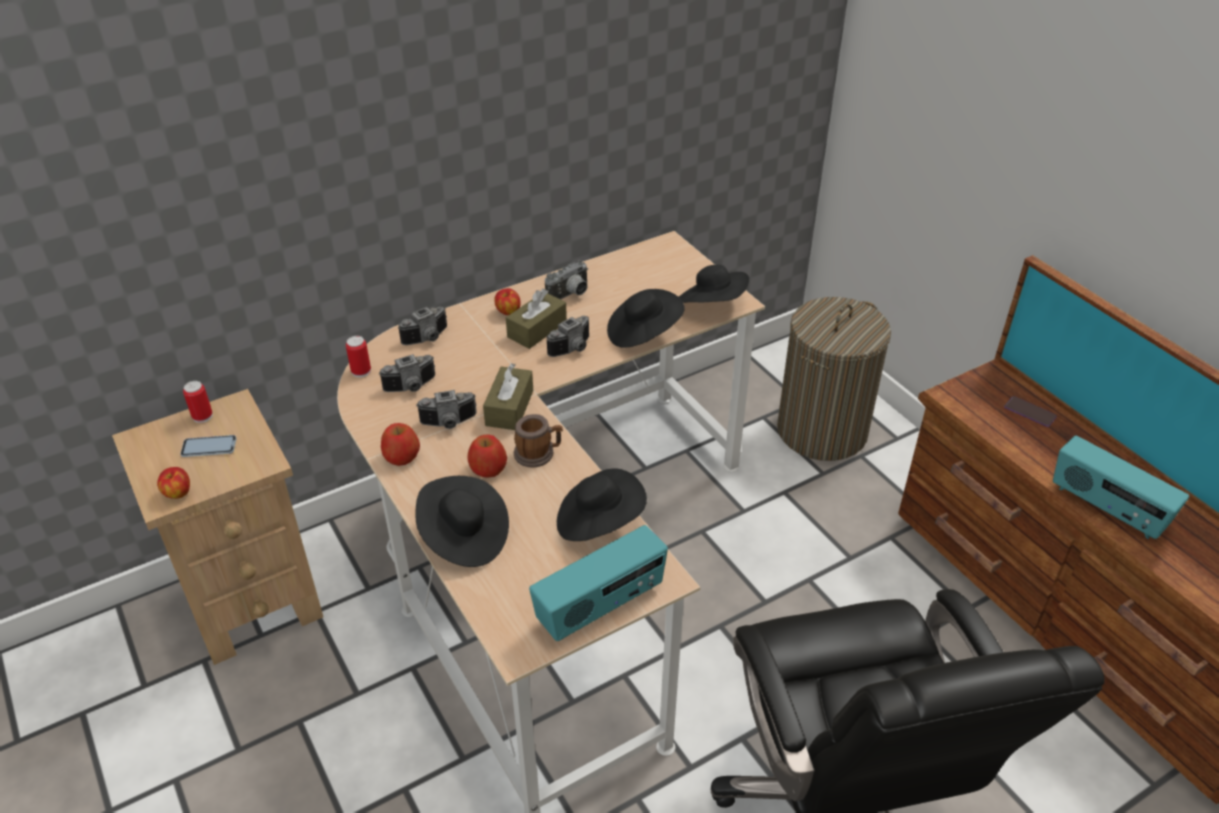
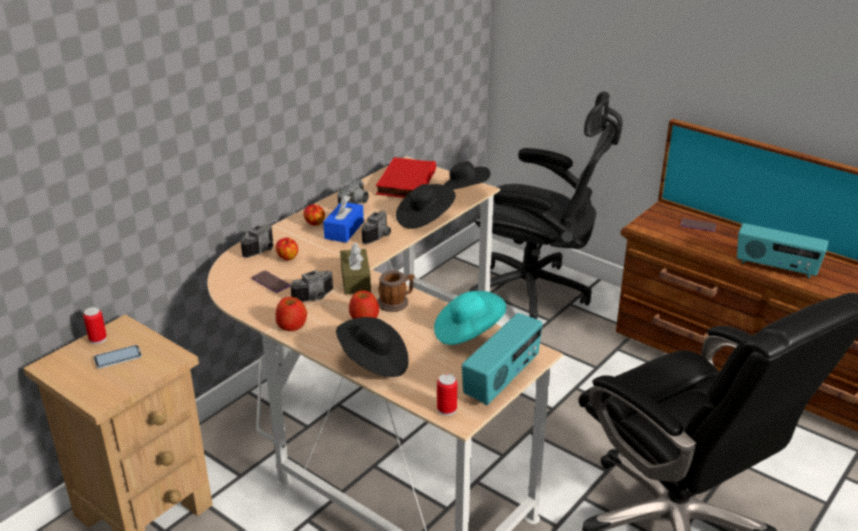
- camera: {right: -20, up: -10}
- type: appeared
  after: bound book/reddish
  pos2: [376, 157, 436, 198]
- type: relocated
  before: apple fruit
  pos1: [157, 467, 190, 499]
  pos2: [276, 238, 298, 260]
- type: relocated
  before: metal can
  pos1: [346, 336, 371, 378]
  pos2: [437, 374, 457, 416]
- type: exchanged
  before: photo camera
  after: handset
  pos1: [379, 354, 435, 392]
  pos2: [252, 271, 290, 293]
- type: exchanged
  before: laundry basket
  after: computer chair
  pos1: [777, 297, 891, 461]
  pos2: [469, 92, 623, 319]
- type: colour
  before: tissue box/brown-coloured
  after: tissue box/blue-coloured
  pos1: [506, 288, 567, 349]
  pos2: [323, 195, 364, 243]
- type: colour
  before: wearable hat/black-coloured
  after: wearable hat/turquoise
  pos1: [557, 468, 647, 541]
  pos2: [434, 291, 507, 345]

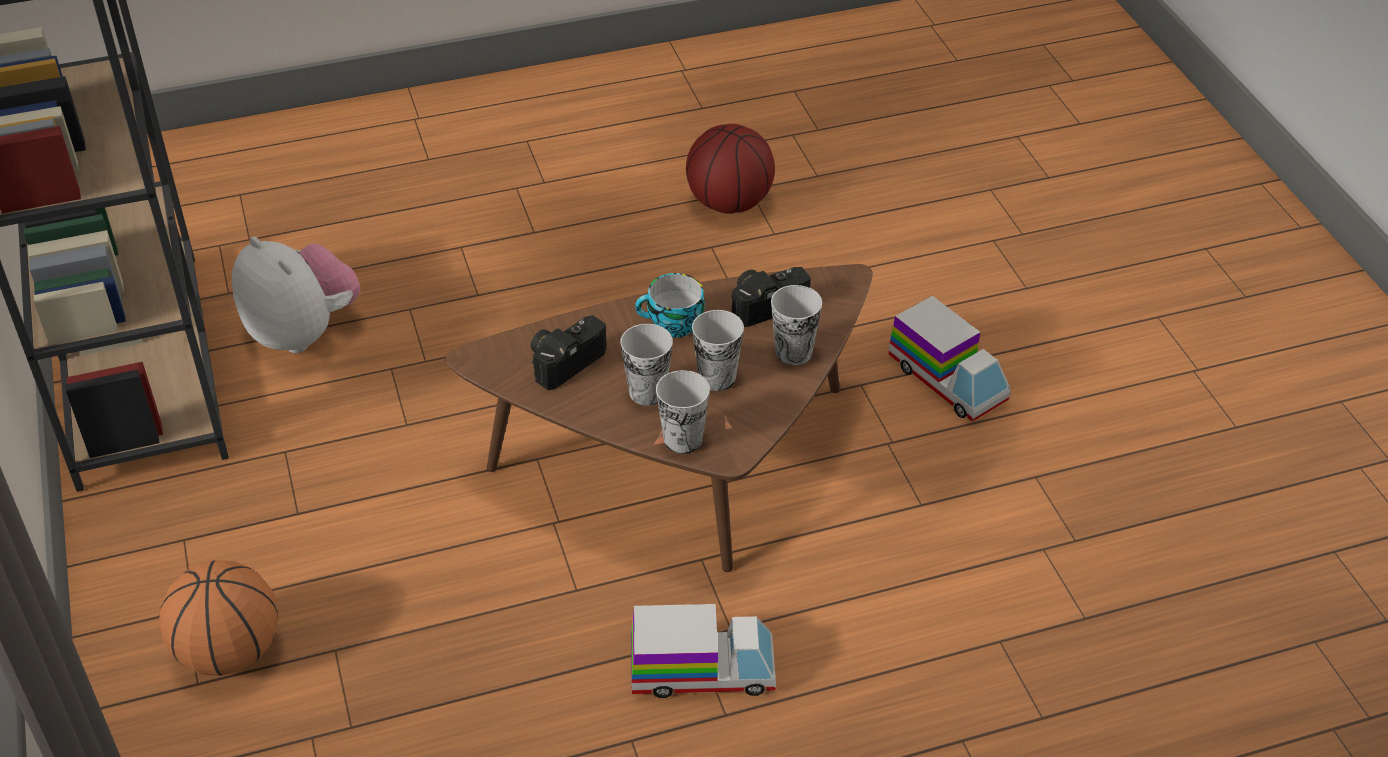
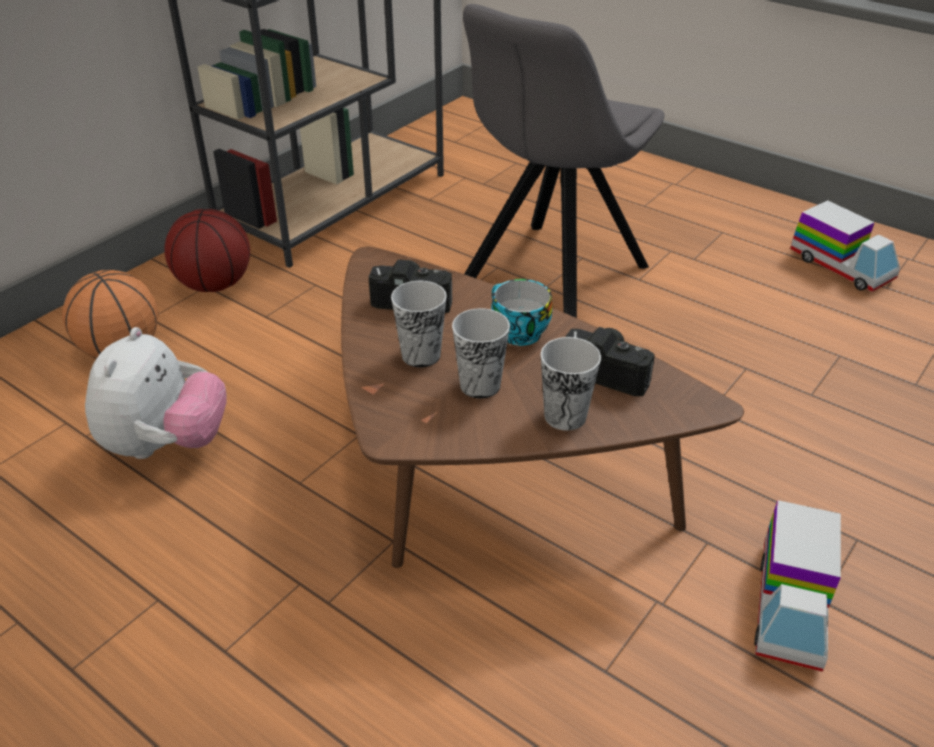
- camera: {right: 55, up: -5}
- type: missing
  before: cup
  pos1: [656, 370, 710, 454]
- type: appeared
  after: upright chair/gray
  pos2: [463, 4, 664, 318]
- type: relocated
  before: cuddly toy
  pos1: [232, 237, 361, 353]
  pos2: [85, 327, 227, 459]
- type: relocated
  before: toy truck
  pos1: [631, 604, 776, 698]
  pos2: [790, 200, 900, 292]
- type: relocated
  before: ball for basketball
  pos1: [686, 124, 775, 214]
  pos2: [165, 209, 250, 292]

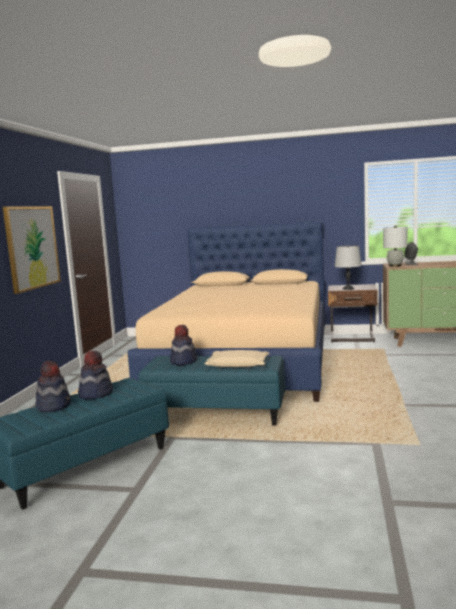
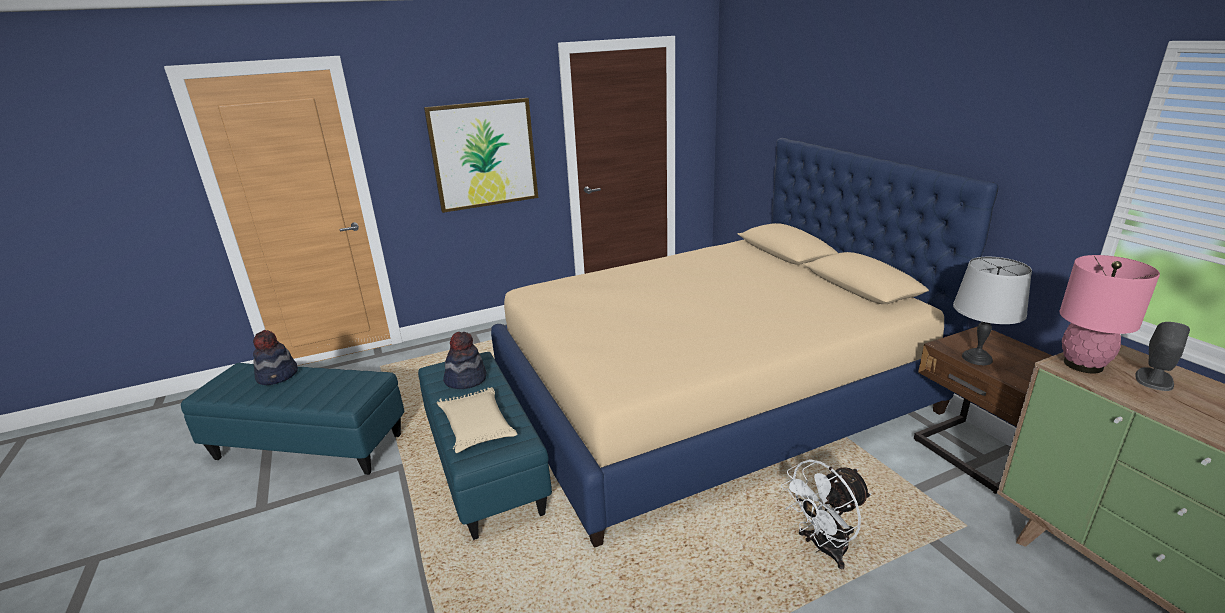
- camera: {right: 55, up: 15}
- type: missing
  before: wearable hat
  pos1: [78, 351, 113, 399]
- type: appeared
  after: cooling fan/white
  pos2: [781, 459, 871, 570]
- type: colour
  before: table lamp/white
  after: table lamp/pinkish
  pos1: [383, 225, 407, 267]
  pos2: [1059, 255, 1160, 373]

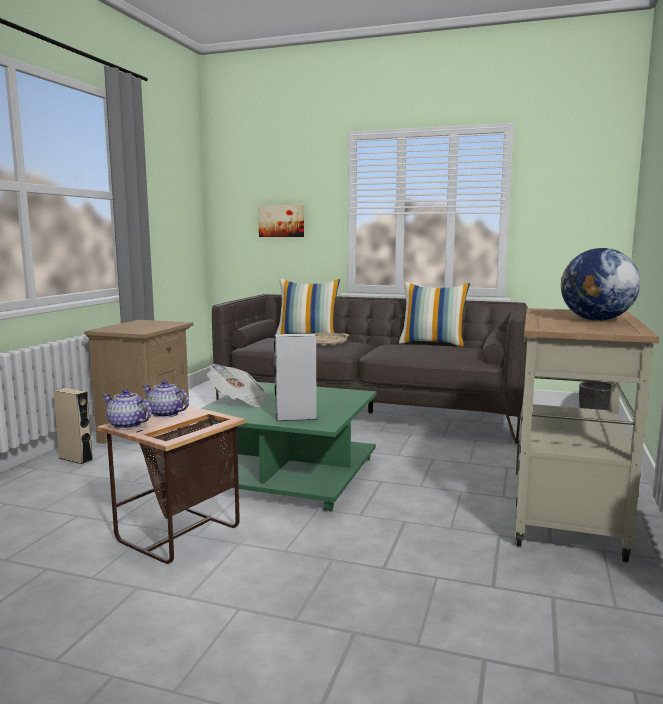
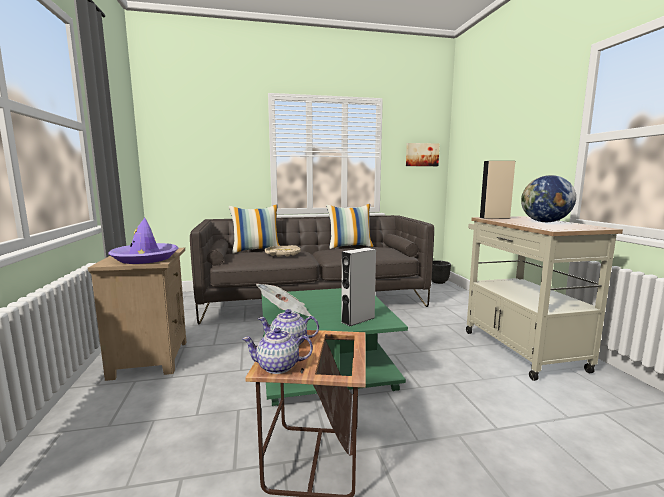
- camera: {right: -30, up: 0}
- type: appeared
  after: wearable hat/purple-coloured
  pos2: [108, 218, 178, 264]
- type: relocated
  before: speaker/sand-coloured
  pos1: [53, 388, 93, 464]
  pos2: [479, 161, 515, 219]
- type: relocated
  before: picture
  pos1: [258, 205, 304, 237]
  pos2: [406, 143, 440, 166]

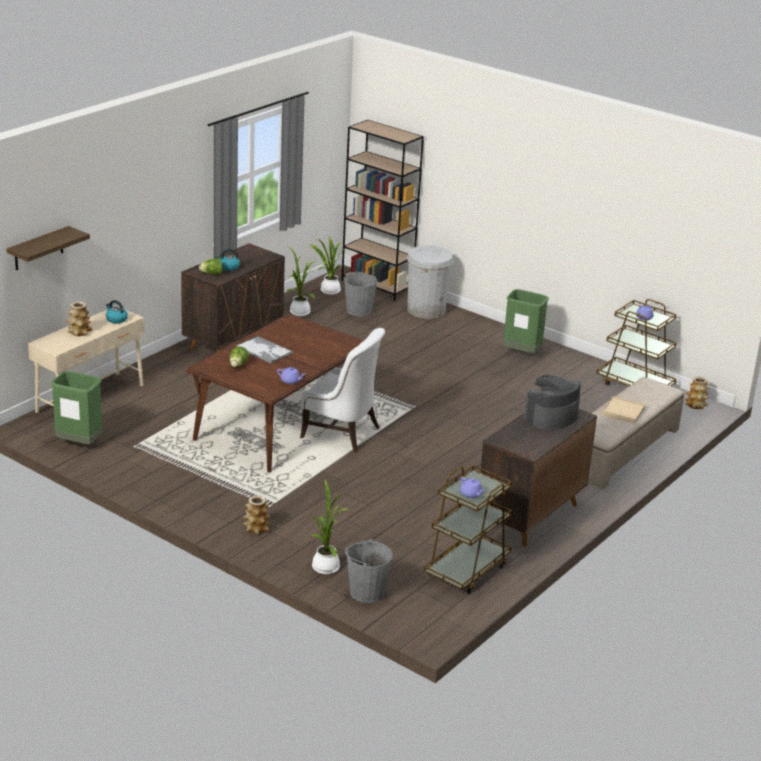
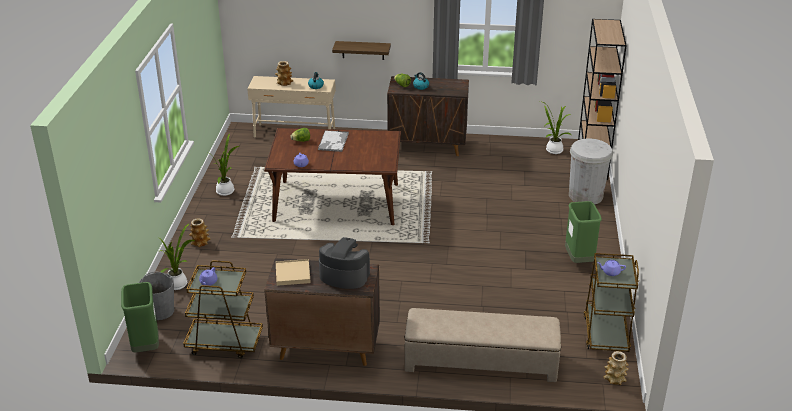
- camera: {right: 60, up: 5}
- type: missing
  before: upright chair/white
  pos1: [300, 328, 385, 453]
- type: missing
  before: water bucket/gray
  pos1: [344, 272, 377, 316]
- type: relocated
  before: shelf
  pos1: [7, 226, 90, 270]
  pos2: [332, 41, 391, 60]
- type: relocated
  before: rubbish bin/green-coloured
  pos1: [51, 371, 102, 444]
  pos2: [121, 282, 159, 353]
- type: relocated
  before: plant in a pot
  pos1: [286, 247, 316, 316]
  pos2: [208, 133, 239, 196]
- type: relocated
  before: carrying tray/sand-coloured
  pos1: [602, 396, 645, 424]
  pos2: [276, 259, 311, 286]

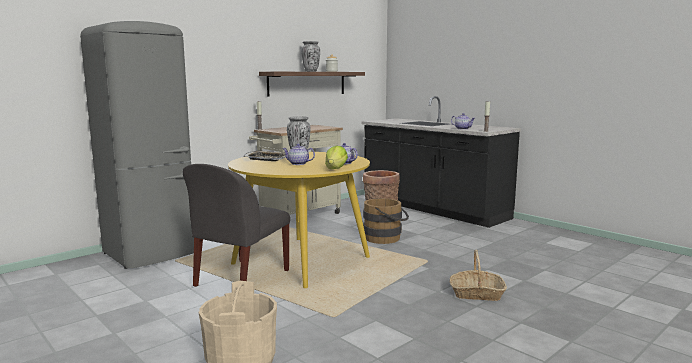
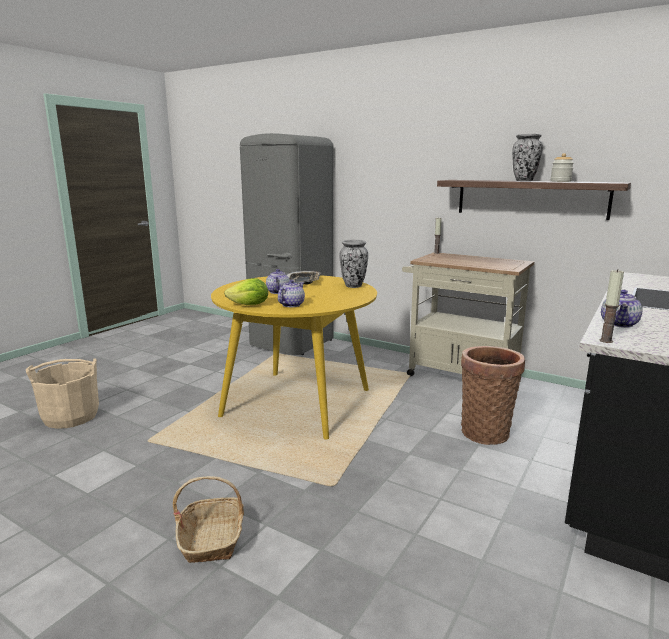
- camera: {right: 75, up: 5}
- type: missing
  before: upright chair/gray
  pos1: [183, 164, 290, 287]
- type: missing
  before: water bucket/brown-coloured
  pos1: [363, 198, 409, 244]

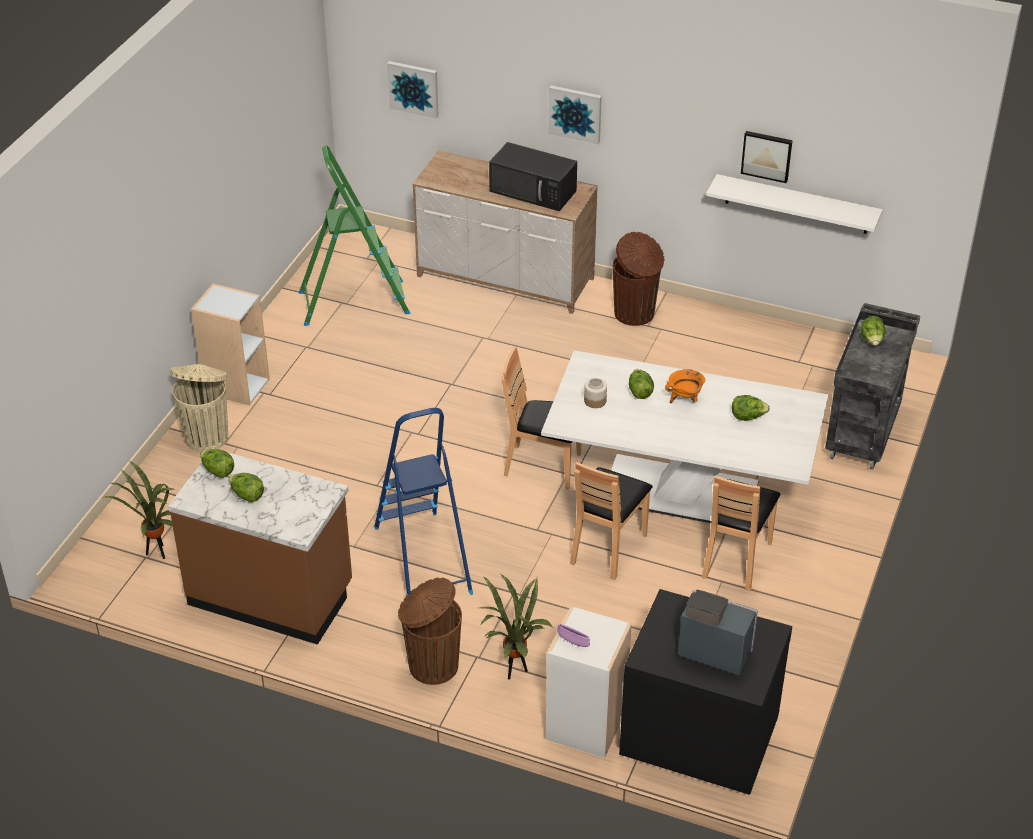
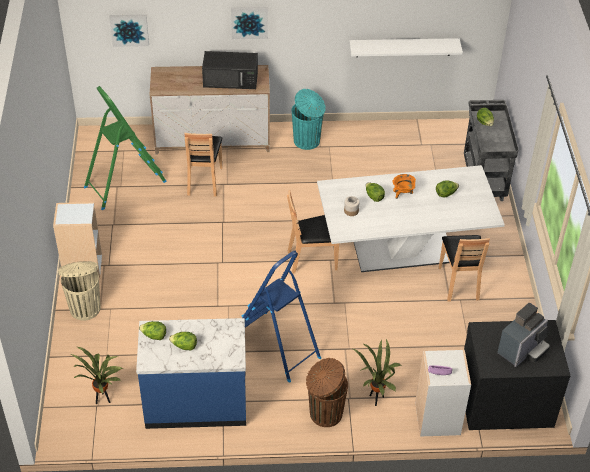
- camera: {right: -25, up: 5}
- type: missing
  before: picture
  pos1: [741, 131, 793, 183]
- type: relocated
  before: upright chair/brown-coloured
  pos1: [570, 462, 653, 580]
  pos2: [185, 133, 222, 197]
- type: colour
  before: counter/brown-coloured
  after: counter/blue-coloured
  pos1: [168, 448, 352, 645]
  pos2: [136, 318, 246, 429]
- type: colour
  before: rubbish bin/brown-coloured
  after: rubbish bin/turquoise
  pos1: [612, 232, 664, 326]
  pos2: [292, 89, 326, 150]
- type: spun
  before: coffee maker
  pos1: [678, 589, 758, 676]
  pos2: [497, 303, 550, 367]
  turn: 135

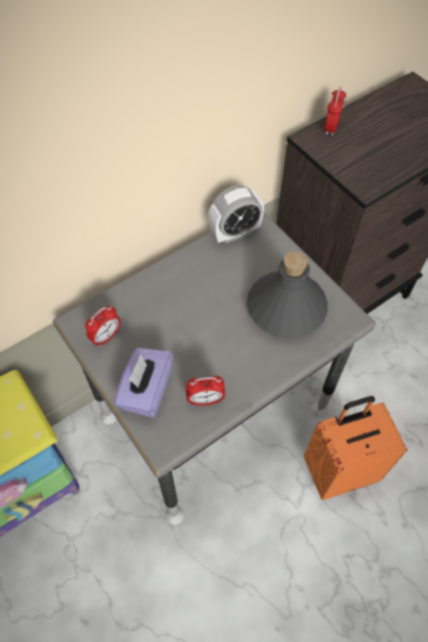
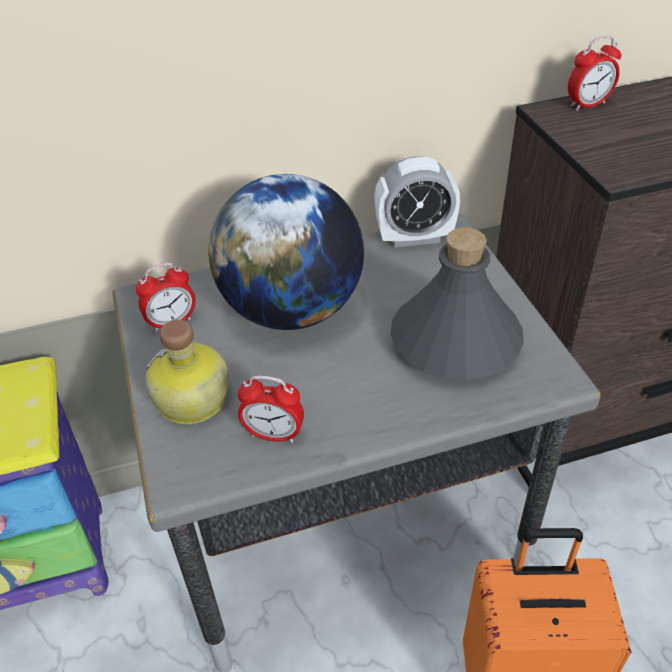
- camera: {right: 20, up: -15}
- type: appeared
  after: world globe
  pos2: [209, 174, 364, 330]
- type: exchanged
  before: tissue box/purple-coloured
  after: beverage bottle
  pos1: [114, 348, 173, 418]
  pos2: [145, 320, 229, 424]
- type: spun
  before: bedside clock
  pos1: [325, 87, 346, 136]
  pos2: [568, 36, 622, 111]
  turn: -150

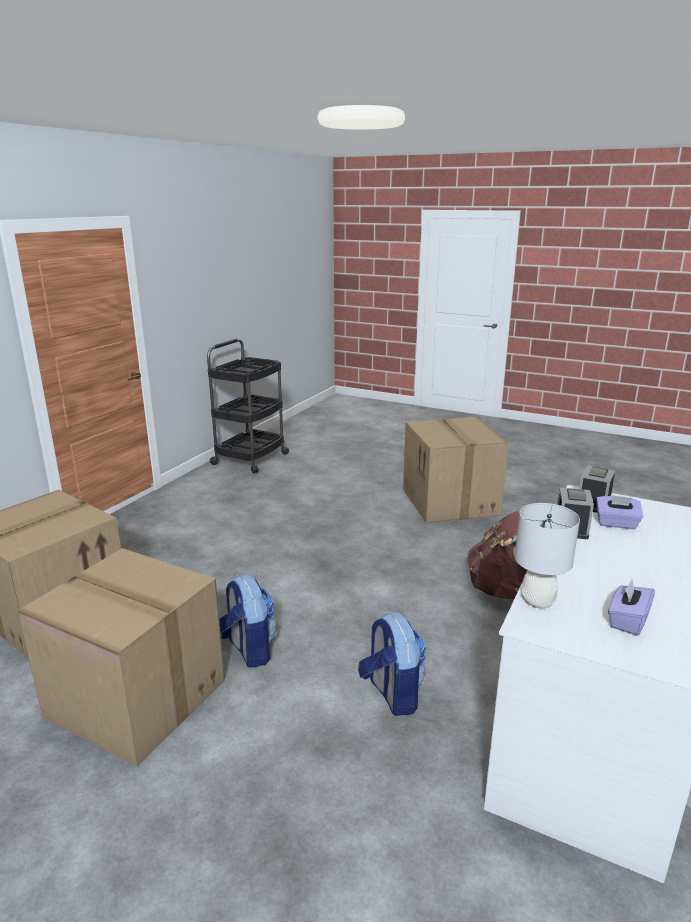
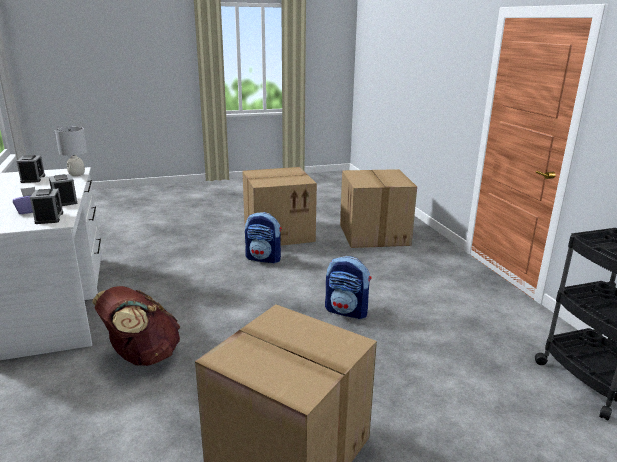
- camera: {right: 135, up: 0}
- type: relocated
  before: knapsack
  pos1: [358, 611, 426, 716]
  pos2: [325, 256, 372, 319]
- type: exchanged
  before: tissue box/purple-coloured
  after: bedside clock
  pos1: [608, 579, 655, 636]
  pos2: [17, 155, 45, 183]

